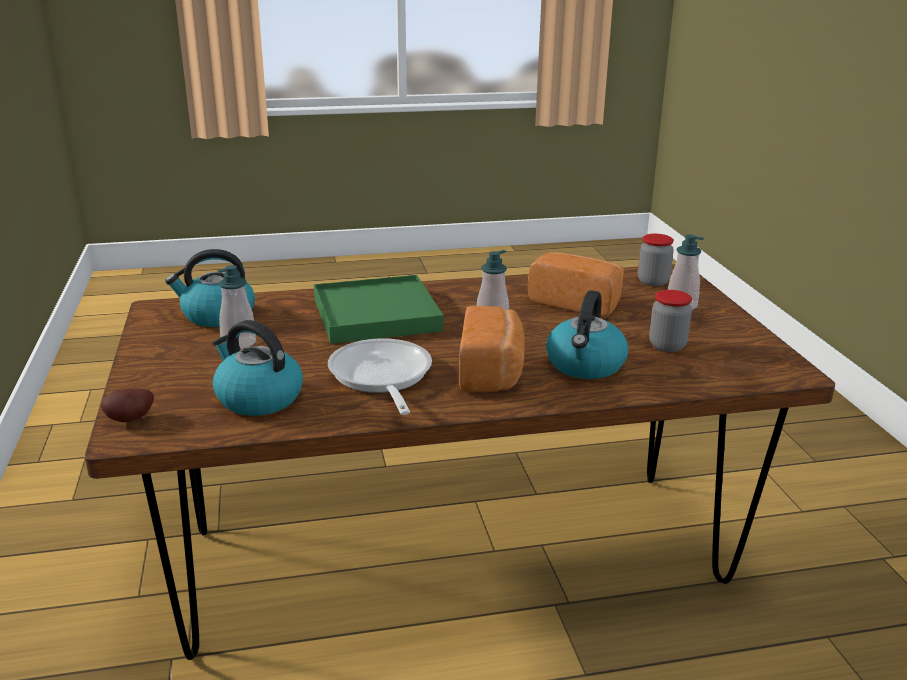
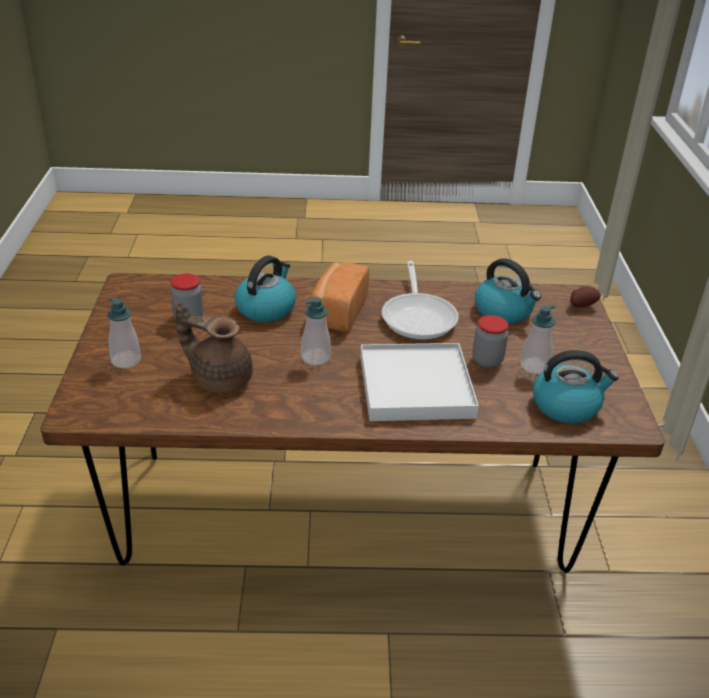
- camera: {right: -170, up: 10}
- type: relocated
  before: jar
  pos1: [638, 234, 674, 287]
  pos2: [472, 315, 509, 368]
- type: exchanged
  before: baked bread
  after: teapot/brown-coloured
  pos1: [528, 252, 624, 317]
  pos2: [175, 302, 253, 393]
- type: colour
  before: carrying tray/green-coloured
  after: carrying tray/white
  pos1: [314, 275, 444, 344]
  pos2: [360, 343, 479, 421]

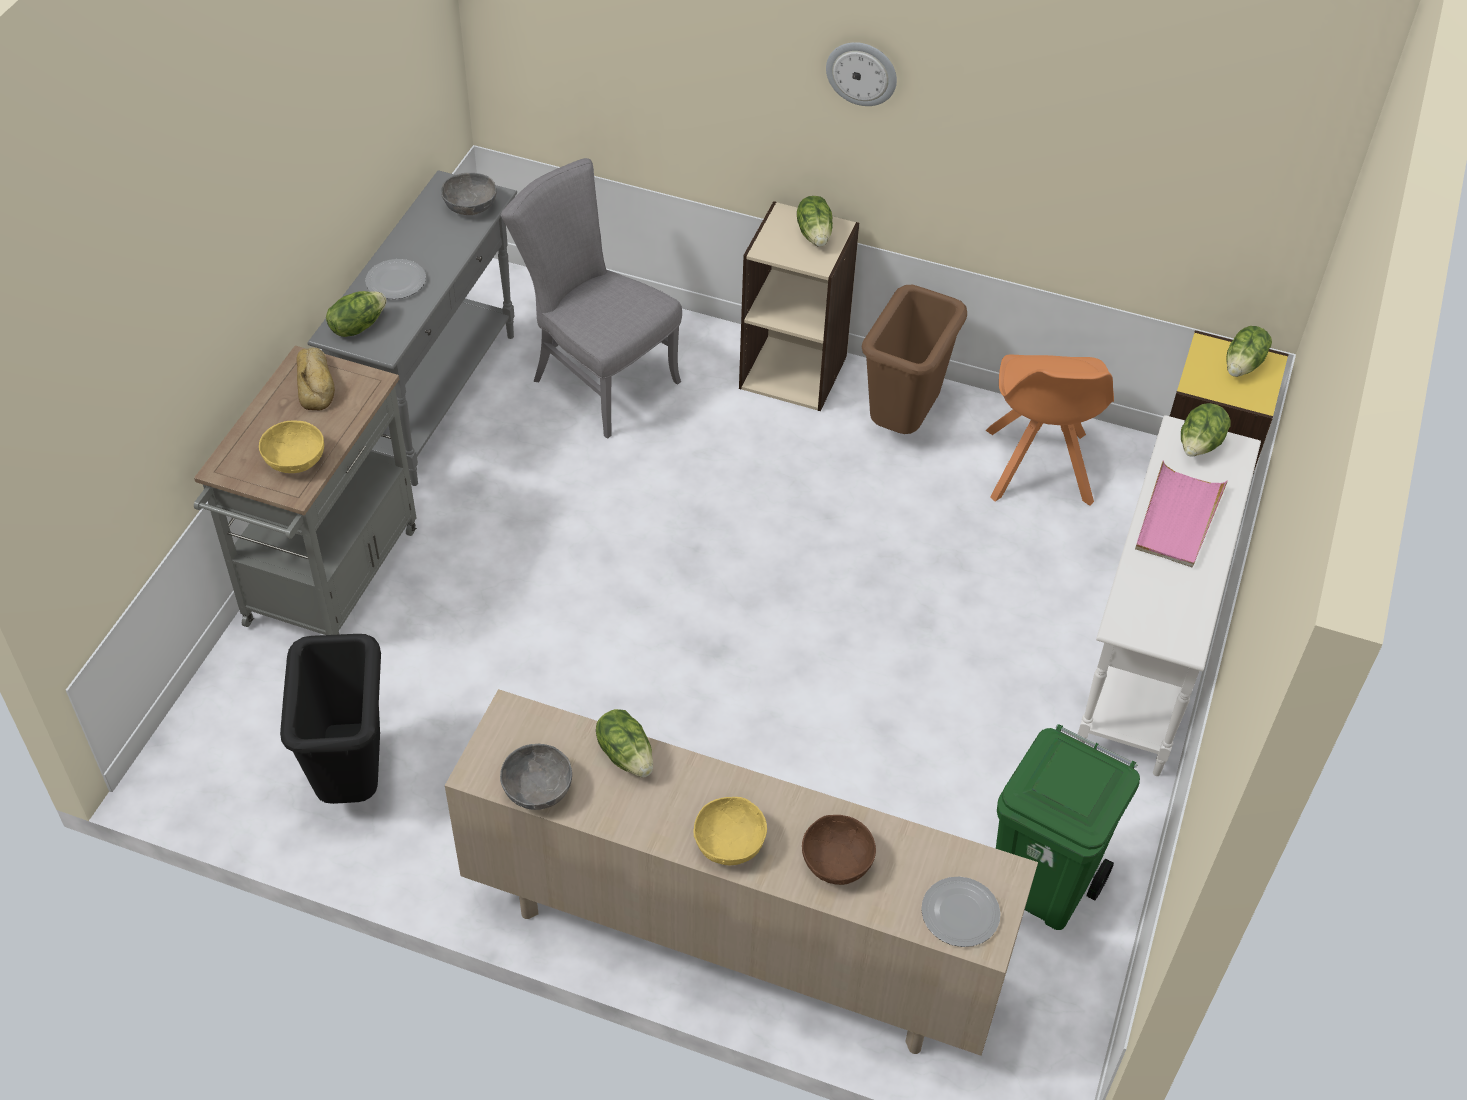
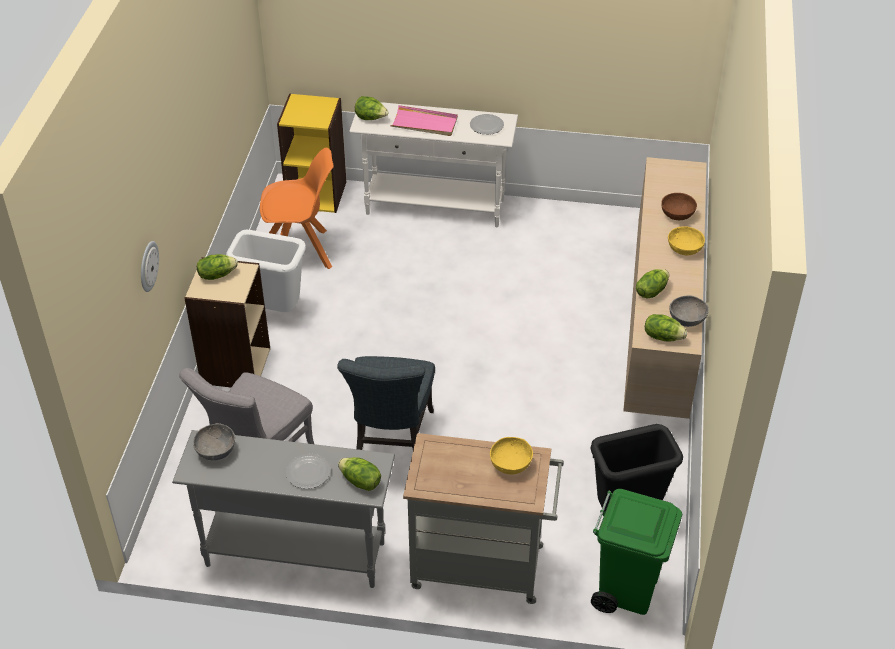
- camera: {right: -100, up: -5}
- type: missing
  before: baked bread
  pos1: [296, 348, 335, 411]
- type: appeared
  after: upright chair/gray
  pos2: [337, 356, 435, 450]
- type: relocated
  before: wall clock
  pos1: [826, 42, 897, 106]
  pos2: [141, 241, 159, 292]
- type: relocated
  before: flat dish
  pos1: [921, 876, 1001, 947]
  pos2: [470, 114, 504, 135]
- type: relocated
  before: rubbish bin/green-coloured
  pos1: [996, 724, 1140, 930]
  pos2: [591, 489, 683, 615]
- type: relocated
  before: lettuce
  pos1: [1227, 326, 1272, 377]
  pos2: [645, 314, 687, 342]
- type: colour
  before: rubbish bin/brown-coloured
  after: rubbish bin/white
  pos1: [862, 285, 967, 434]
  pos2: [226, 230, 306, 312]

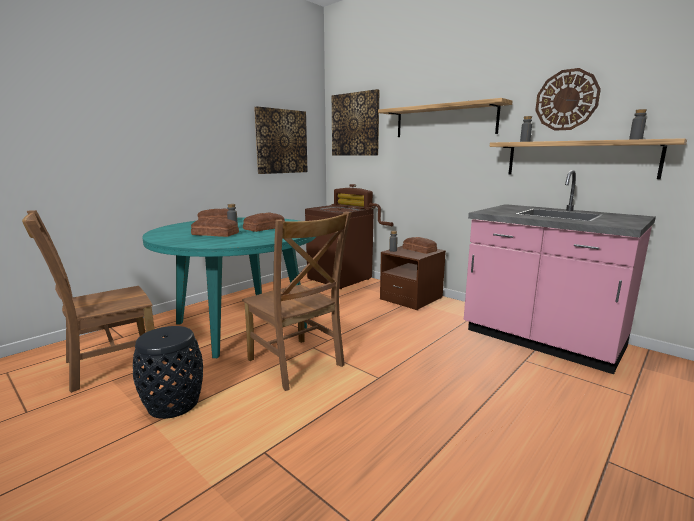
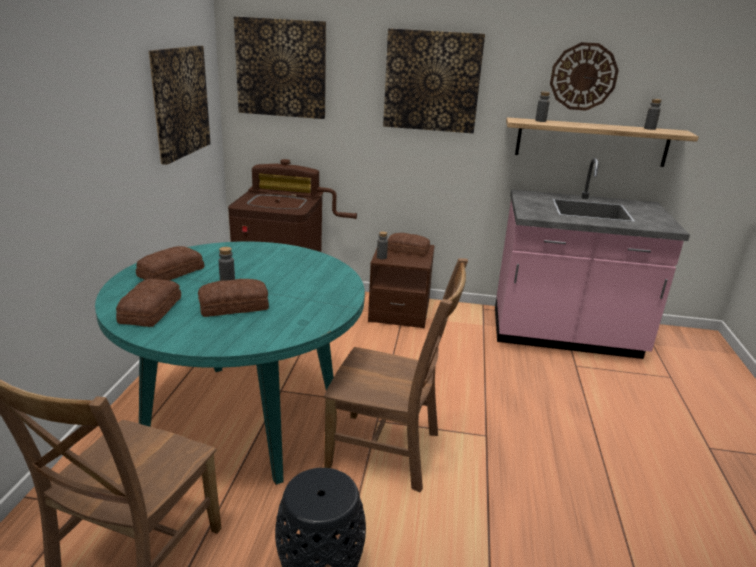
- camera: {right: -35, up: 10}
- type: relocated
  before: baked bread
  pos1: [243, 212, 285, 232]
  pos2: [116, 279, 181, 327]
- type: exchanged
  before: shelf
  after: picture
  pos1: [378, 98, 513, 137]
  pos2: [383, 28, 485, 133]

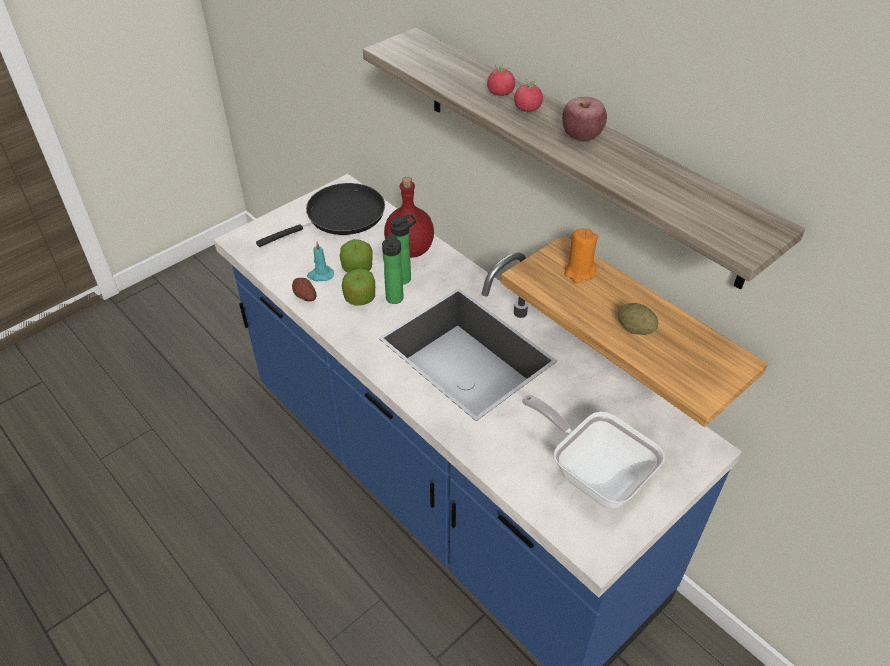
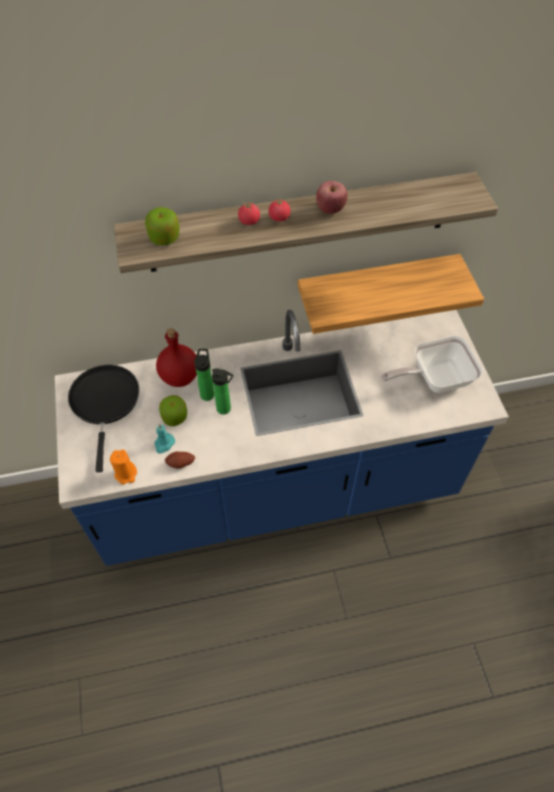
- camera: {right: -60, up: 10}
- type: missing
  before: potato
  pos1: [618, 303, 658, 335]
- type: relocated
  before: apple fruit
  pos1: [342, 269, 375, 306]
  pos2: [145, 207, 180, 245]
- type: relocated
  before: wax light/orange-coloured
  pos1: [564, 228, 598, 283]
  pos2: [110, 450, 137, 484]

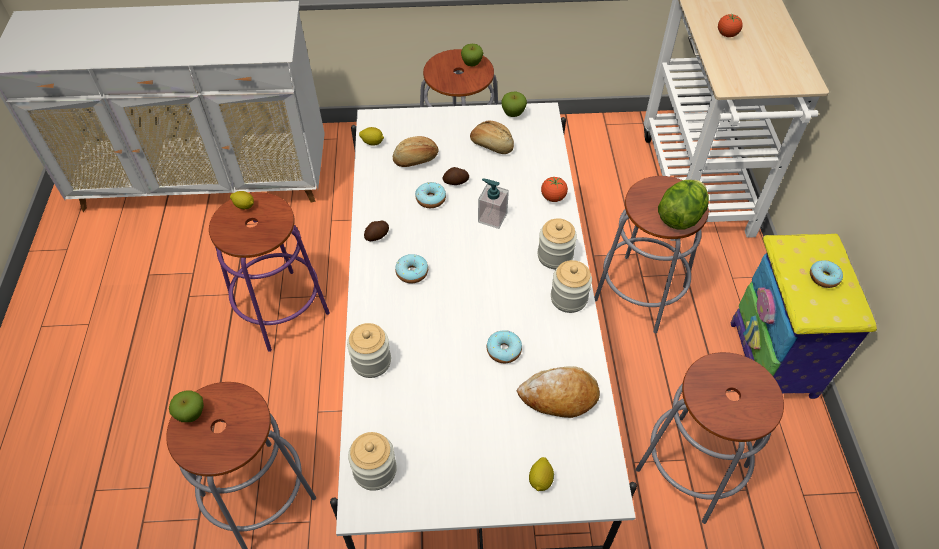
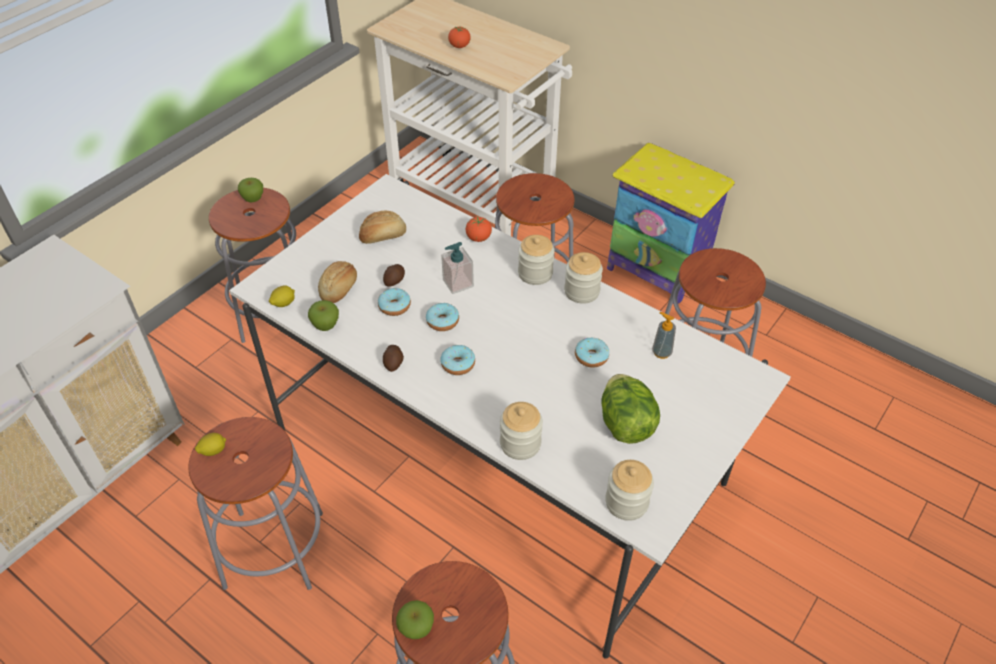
- camera: {right: -50, up: -5}
- type: missing
  before: citrus fruit
  pos1: [529, 457, 554, 491]
- type: relocated
  before: apple fruit
  pos1: [501, 91, 527, 117]
  pos2: [308, 300, 339, 331]
- type: relocated
  before: lettuce
  pos1: [658, 180, 709, 230]
  pos2: [601, 374, 660, 444]
- type: relocated
  before: doughnut
  pos1: [810, 260, 843, 288]
  pos2: [426, 303, 459, 331]
- type: exchanged
  before: baked bread
  after: liquid soap bottle
  pos1: [517, 366, 600, 418]
  pos2: [652, 312, 676, 359]
- type: colour
  before: sitting stool/purple-coloured
  after: sitting stool/gray
  pos1: [209, 192, 330, 352]
  pos2: [188, 417, 323, 590]

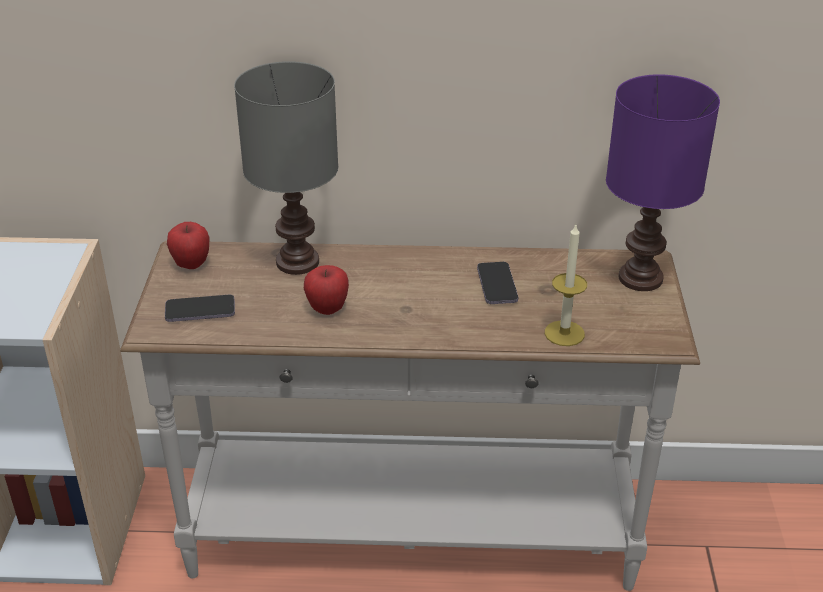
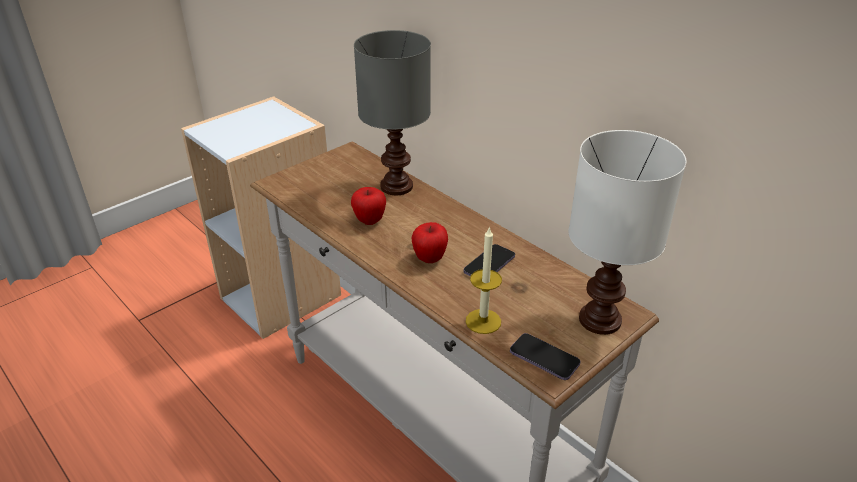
- camera: {right: 45, up: 0}
- type: relocated
  before: handset
  pos1: [165, 295, 235, 322]
  pos2: [510, 333, 581, 380]
- type: relocated
  before: apple fruit
  pos1: [167, 222, 210, 269]
  pos2: [411, 222, 448, 263]
- type: colour
  before: table lamp/purple-coloured
  after: table lamp/white
  pos1: [606, 74, 720, 291]
  pos2: [569, 130, 686, 335]

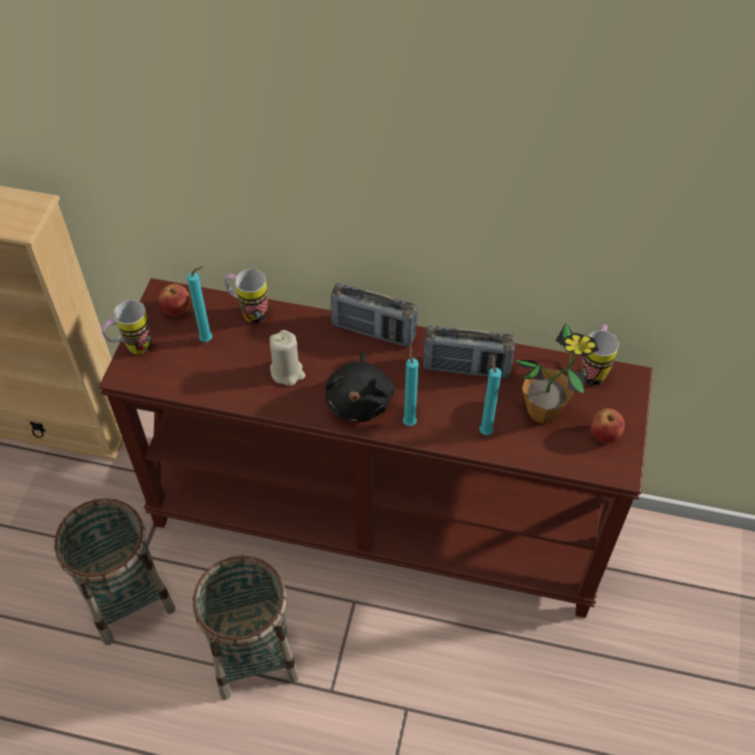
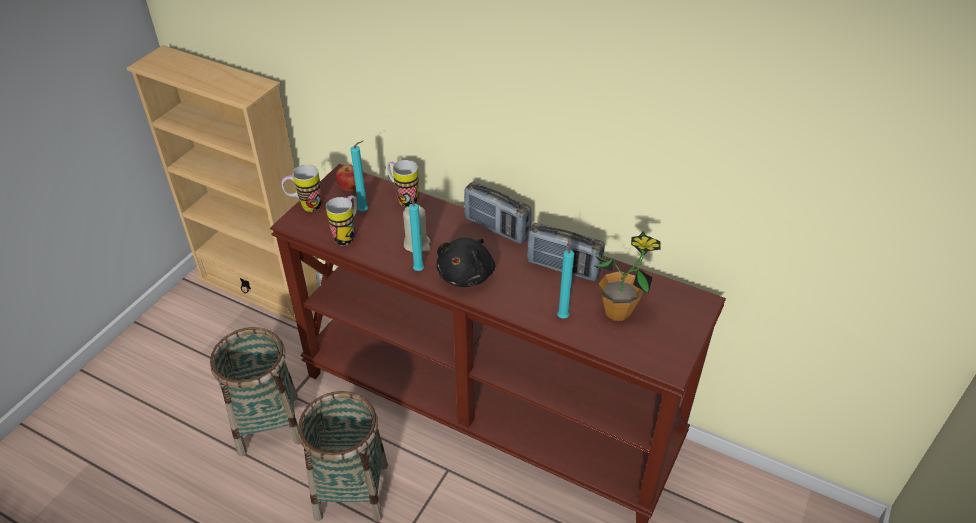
- camera: {right: 15, up: -10}
- type: missing
  before: apple fruit
  pos1: [591, 409, 625, 443]
- type: relocated
  before: wax light/turquoise
  pos1: [403, 345, 419, 426]
  pos2: [409, 193, 424, 271]
- type: relocated
  before: mug
  pos1: [582, 324, 619, 386]
  pos2: [326, 195, 357, 246]

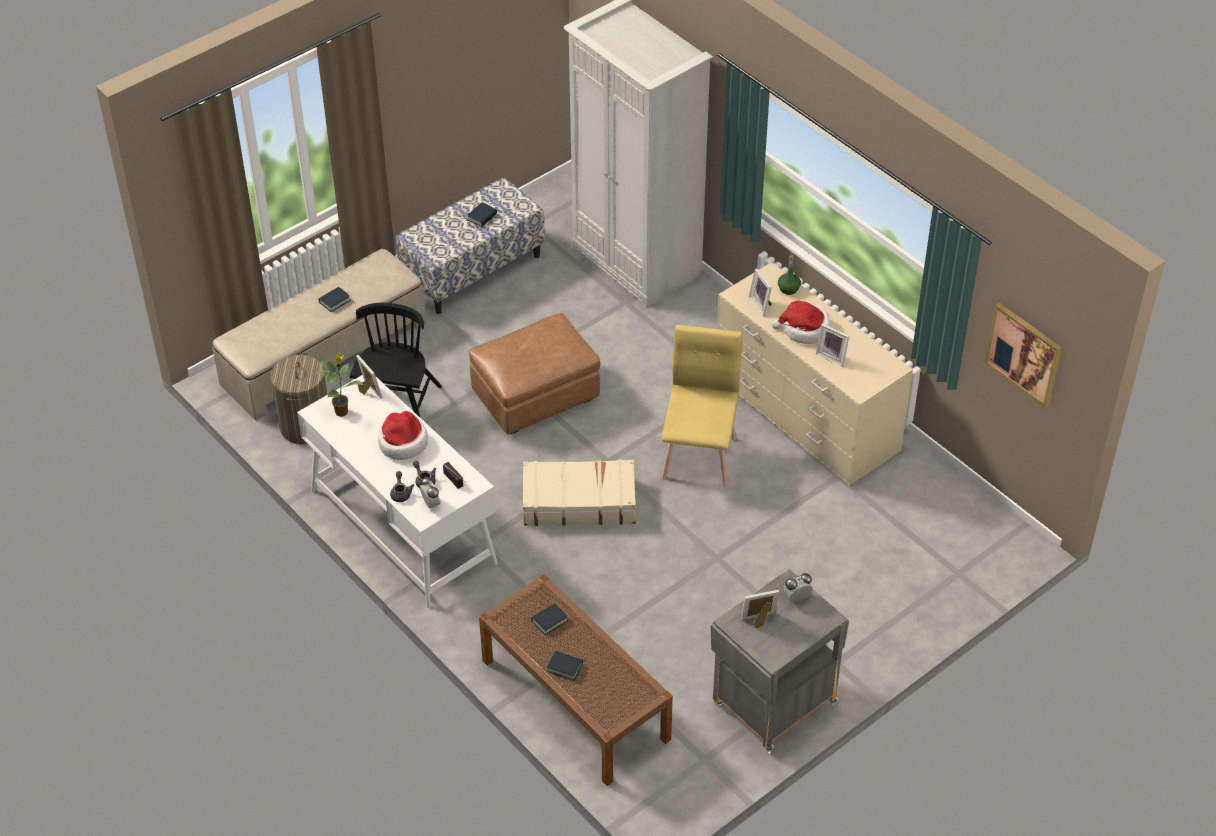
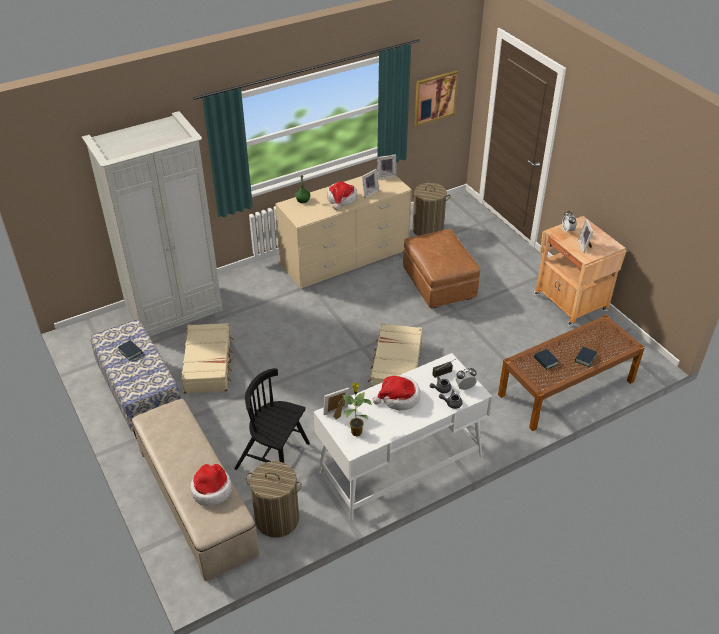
- camera: {right: -80, up: -5}
- type: missing
  before: bound book
  pos1: [319, 287, 351, 312]
- type: missing
  before: upright chair/yellow
  pos1: [661, 325, 743, 488]
- type: appeared
  after: travel case/sand-coloured
  pos2: [181, 323, 234, 393]
- type: appeared
  after: wearable hat
  pos2: [191, 464, 232, 506]
- type: appeared
  after: laundry basket
  pos2: [412, 183, 450, 236]
- type: relocated
  before: pouffe/brown-coloured
  pos1: [469, 313, 600, 434]
  pos2: [403, 229, 480, 309]
- type: relocated
  before: picture frame
  pos1: [748, 268, 772, 316]
  pos2: [377, 154, 397, 180]
- type: colour
  before: trolley/gray
  after: trolley/brown-coloured
  pos1: [711, 569, 849, 754]
  pos2: [534, 216, 626, 326]

